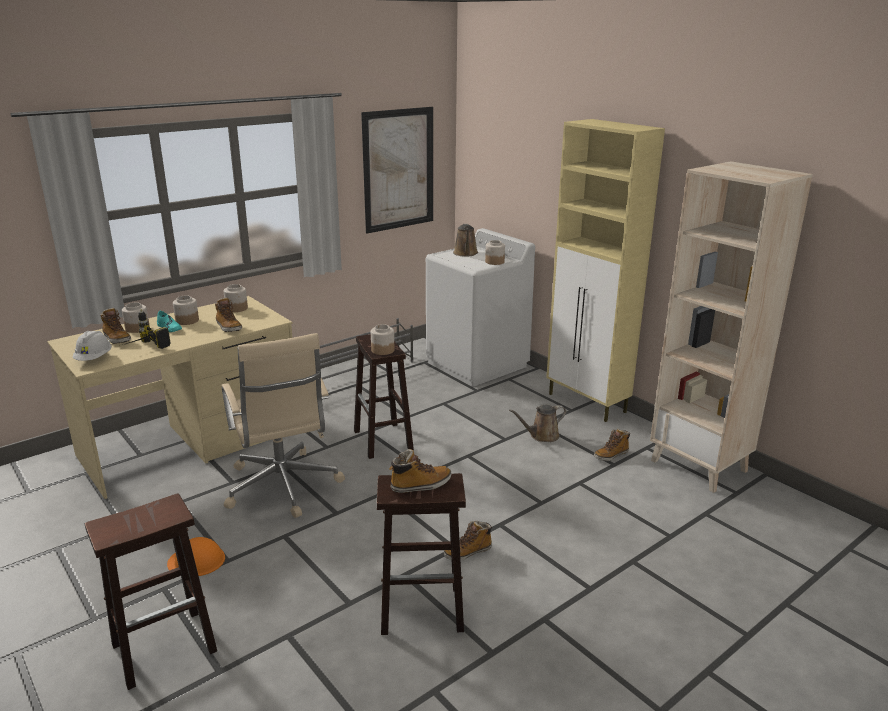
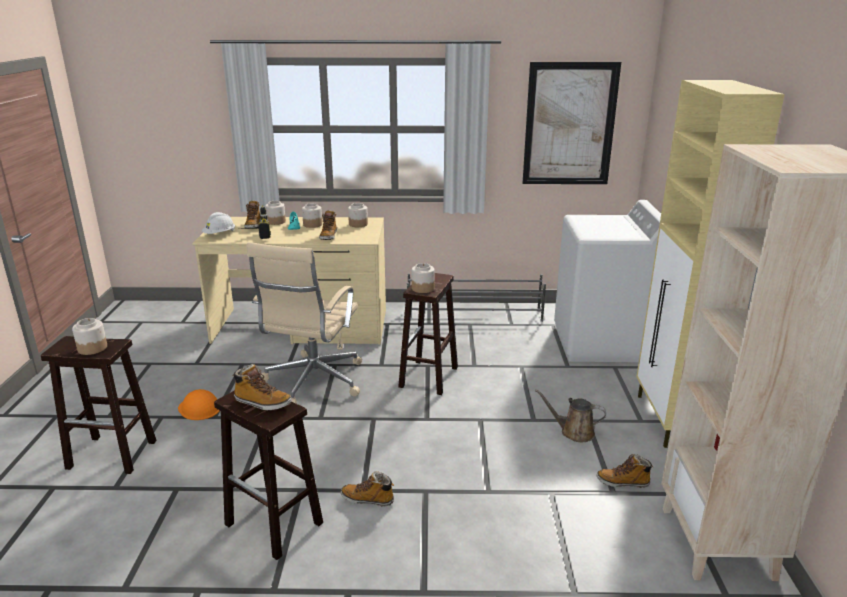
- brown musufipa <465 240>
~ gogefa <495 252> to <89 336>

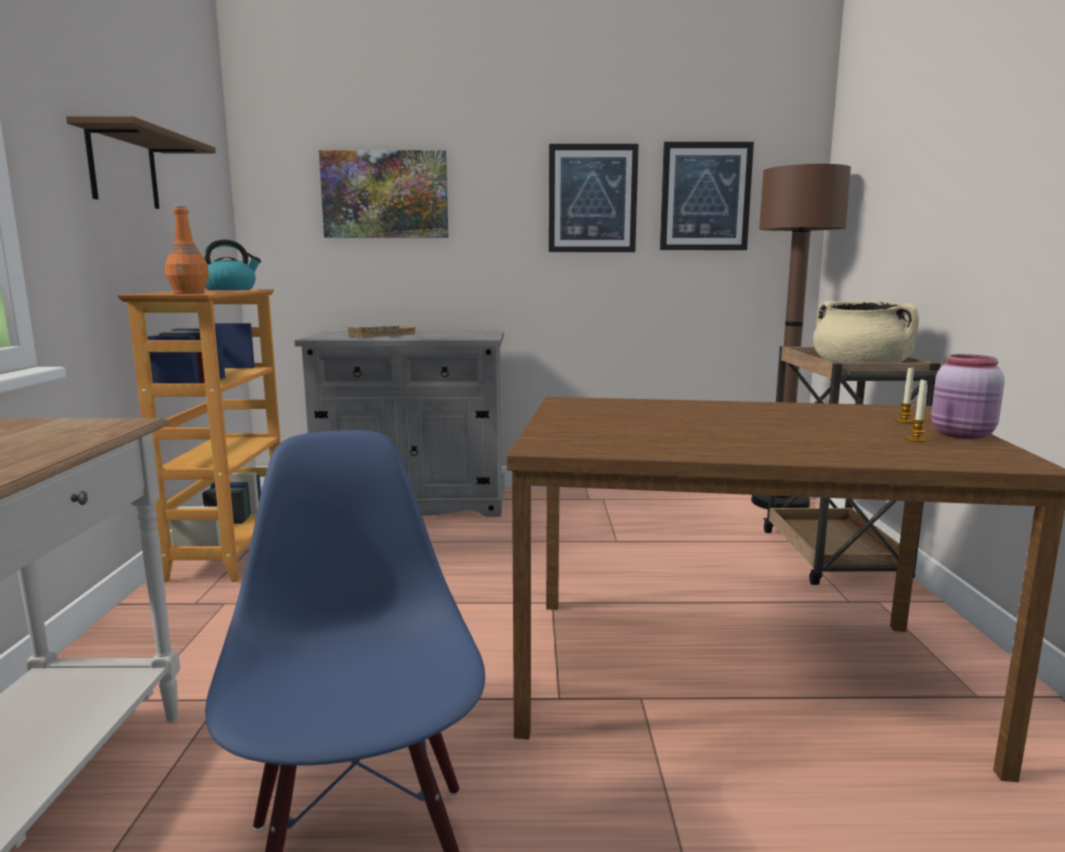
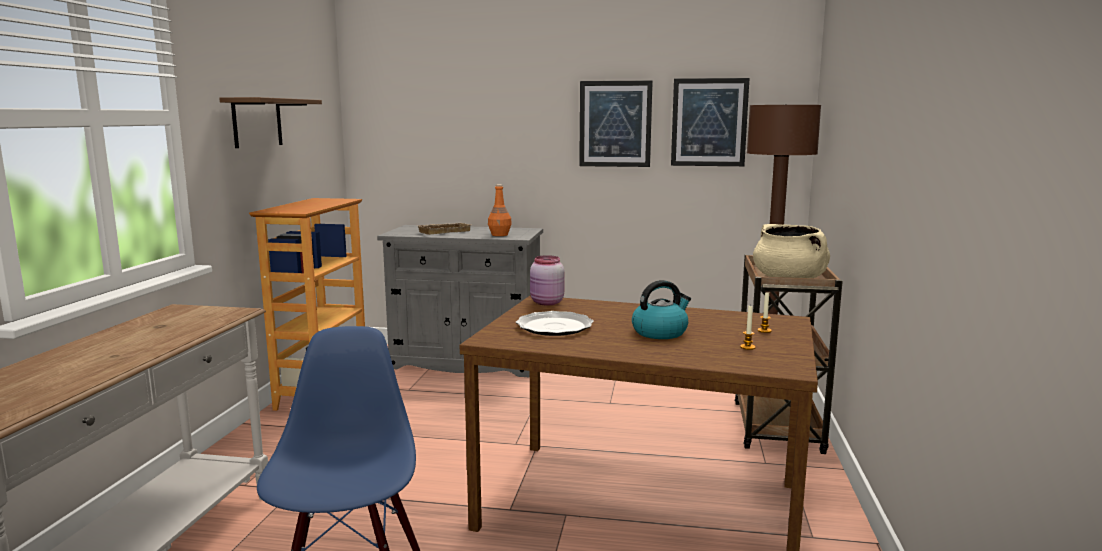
- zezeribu <383 194>
+ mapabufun <555 323>
~ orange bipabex <187 249> to <500 210>
~ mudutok <232 264> to <661 309>
~ pink gogefa <968 396> to <547 280>

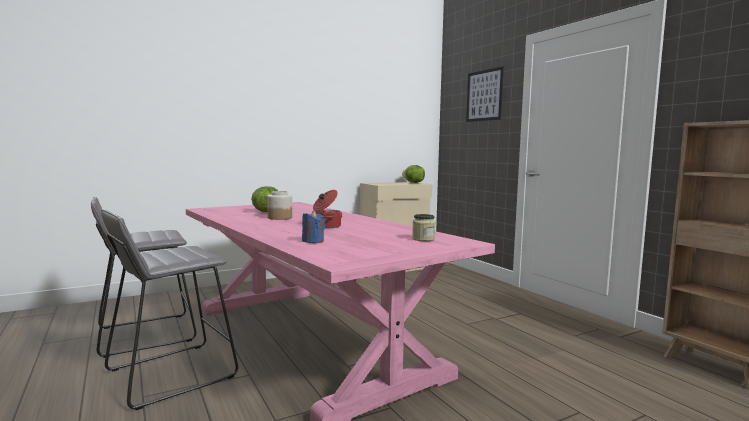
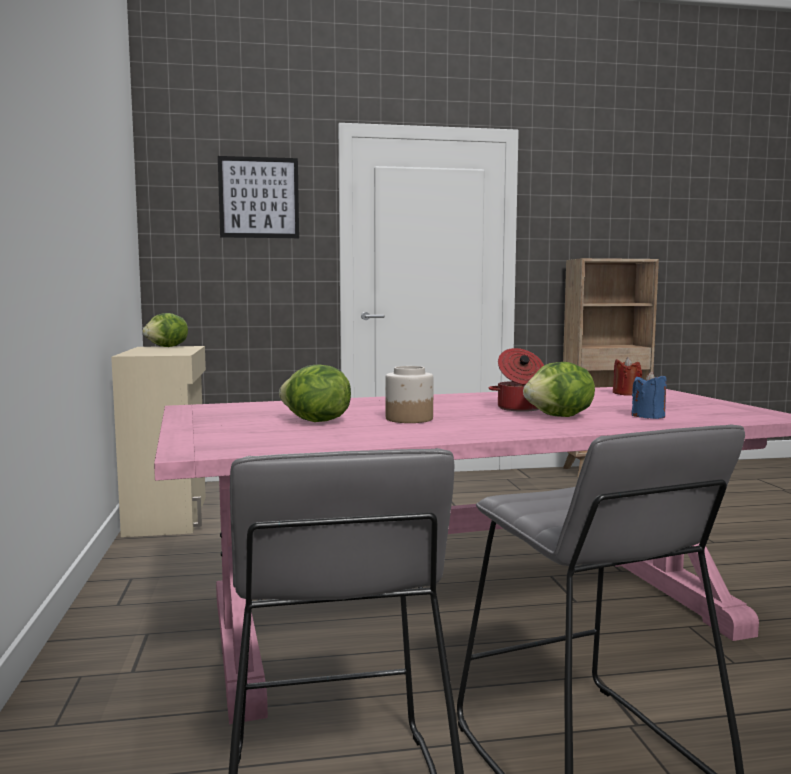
+ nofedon <559 389>
~ gogefa <424 227> to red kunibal <627 376>

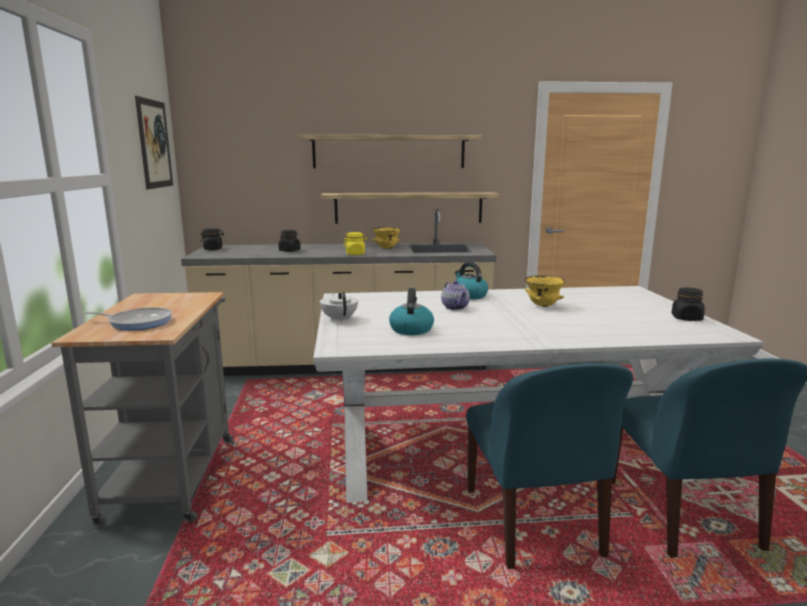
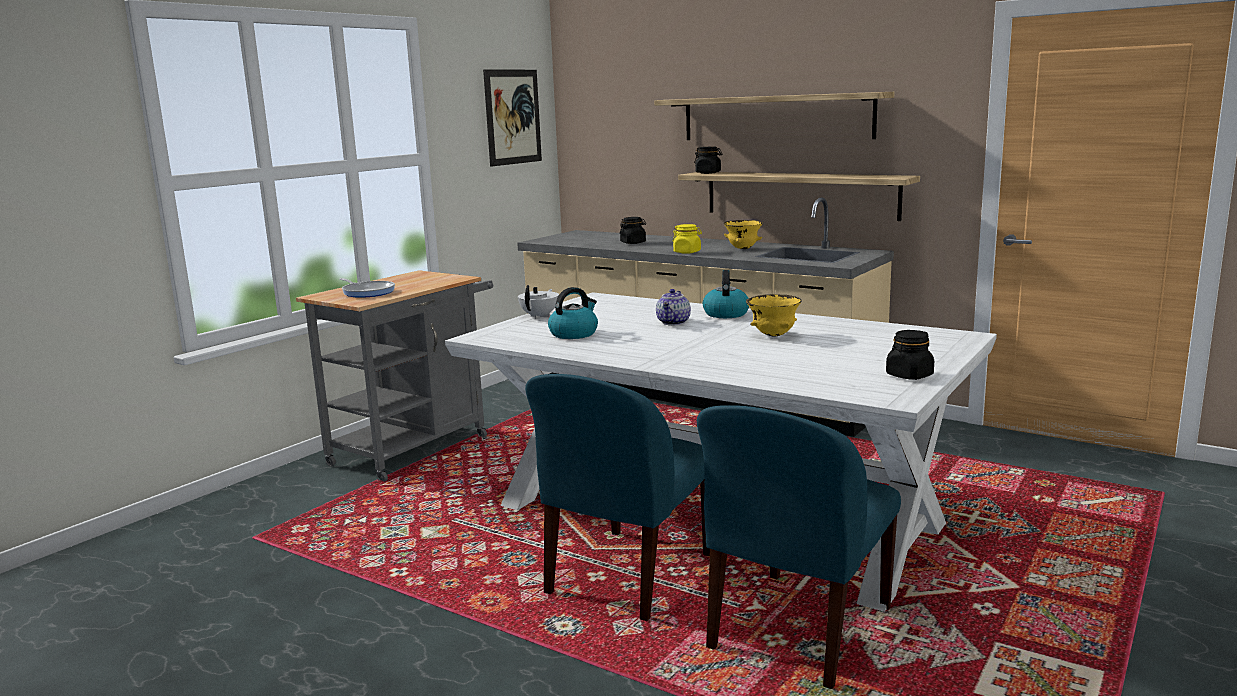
~ black gogefa <212 239> to <708 160>

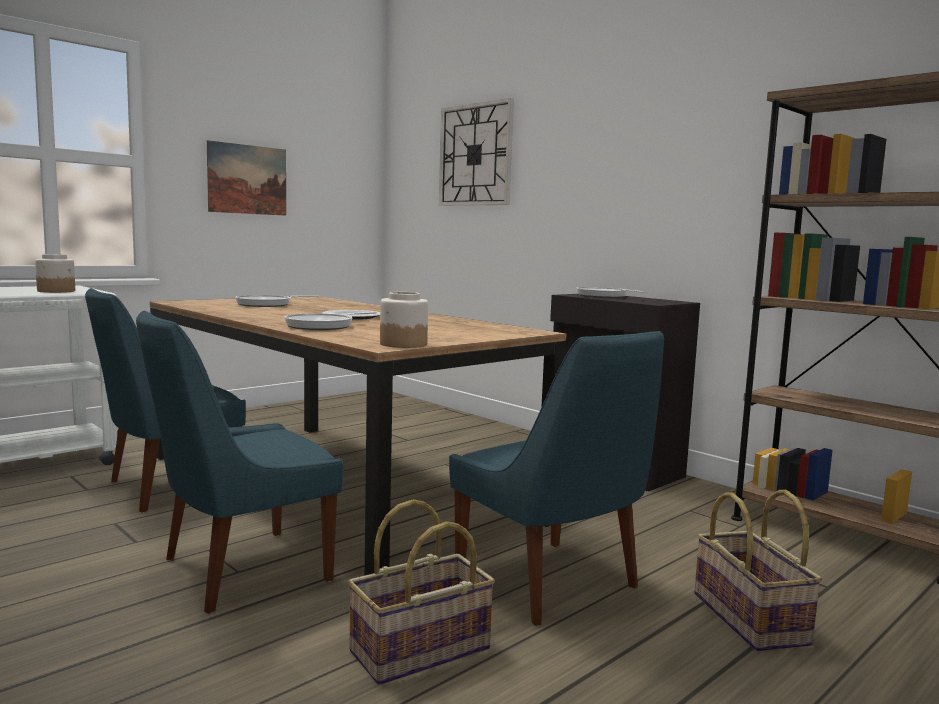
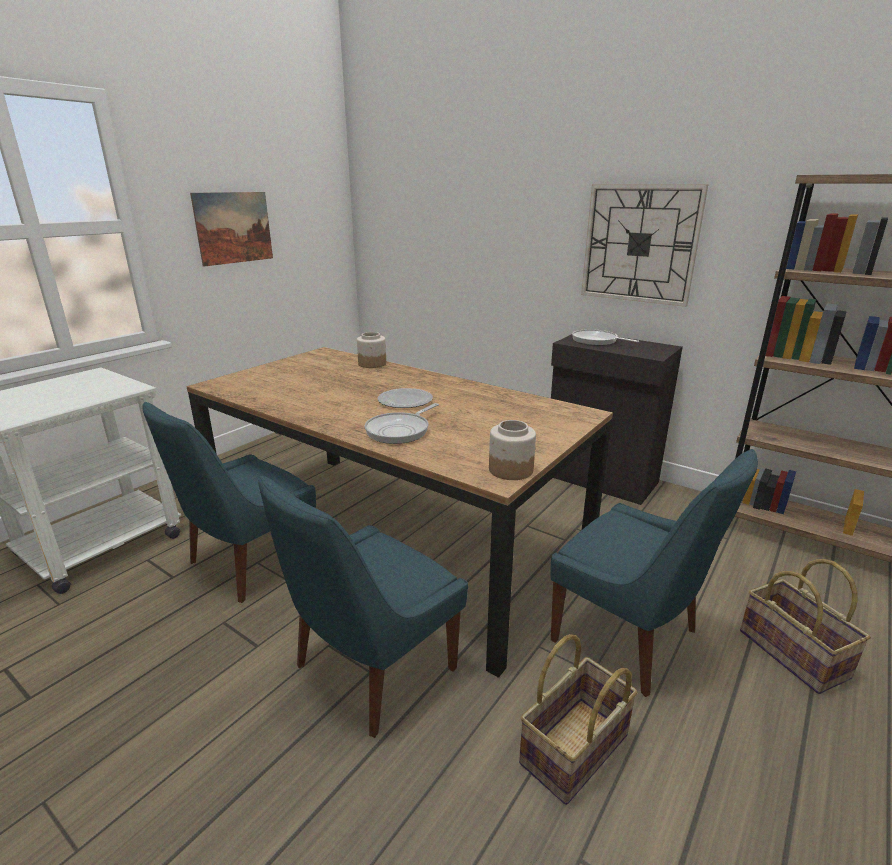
- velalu <277 301>
~ gogefa <55 273> to <371 350>
~ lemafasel <476 152> to <644 246>

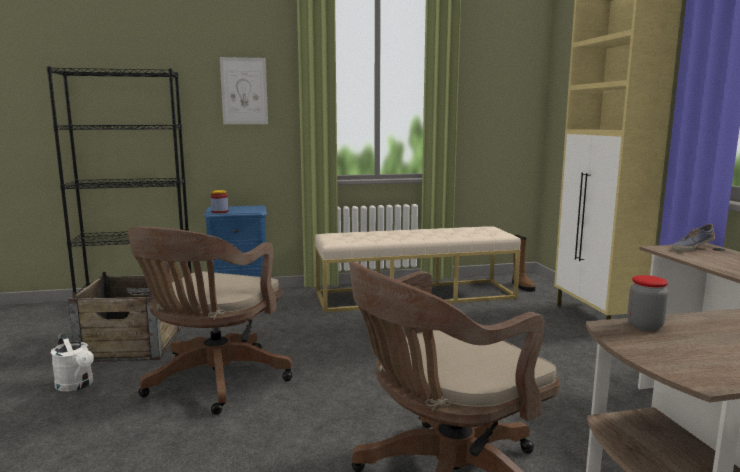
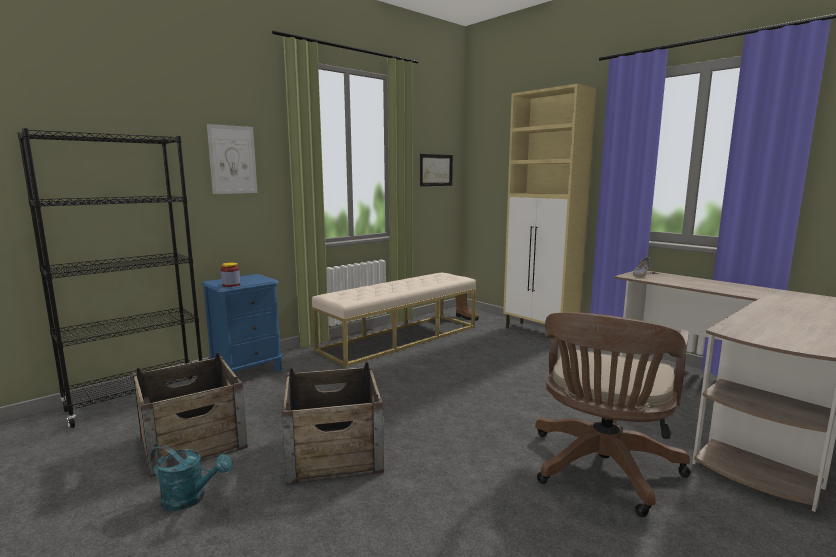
- gogefa <647 303>
+ zezeribu <436 170>
~ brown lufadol <209 321> to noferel <333 423>
~ white musufipa <72 362> to turquoise musufipa <191 478>

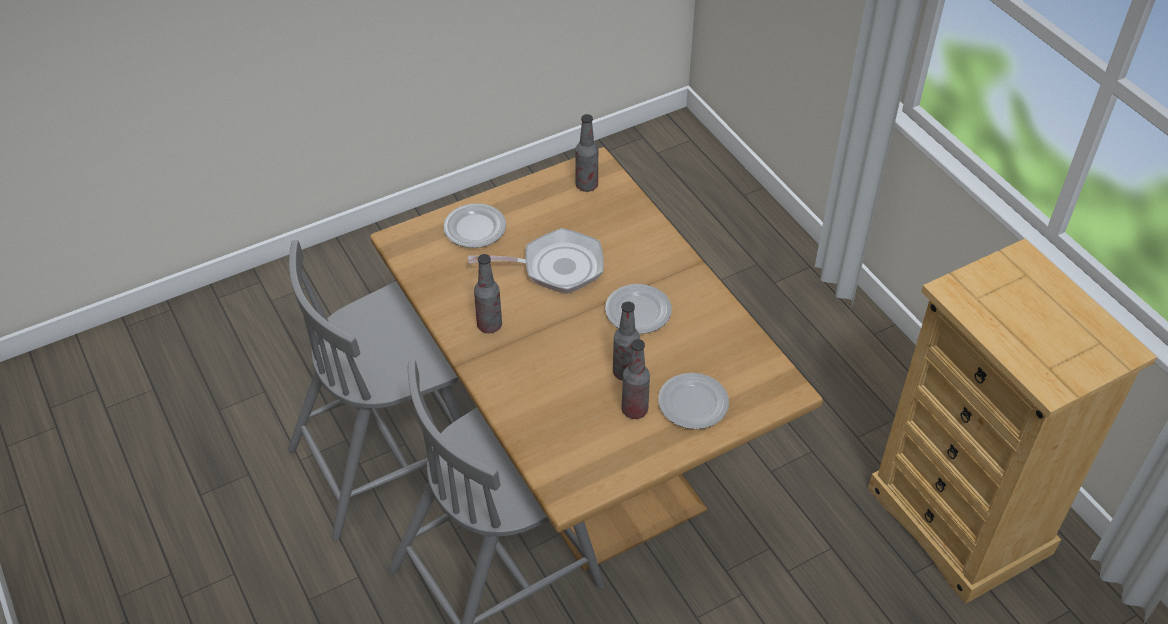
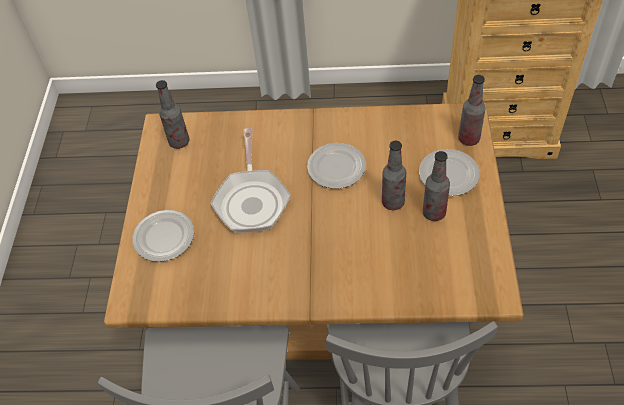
~ bipabex <488 293> to <472 110>
~ velalu <536 261> = <251 180> 150 degrees clockwise

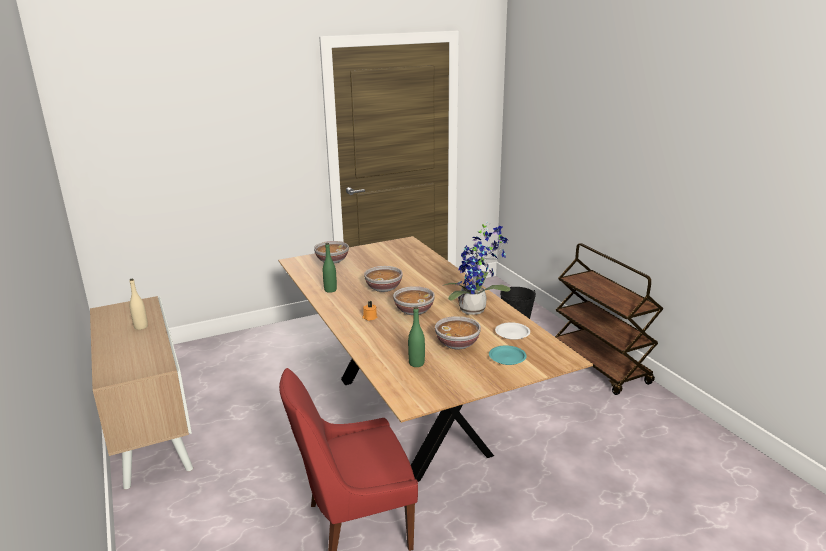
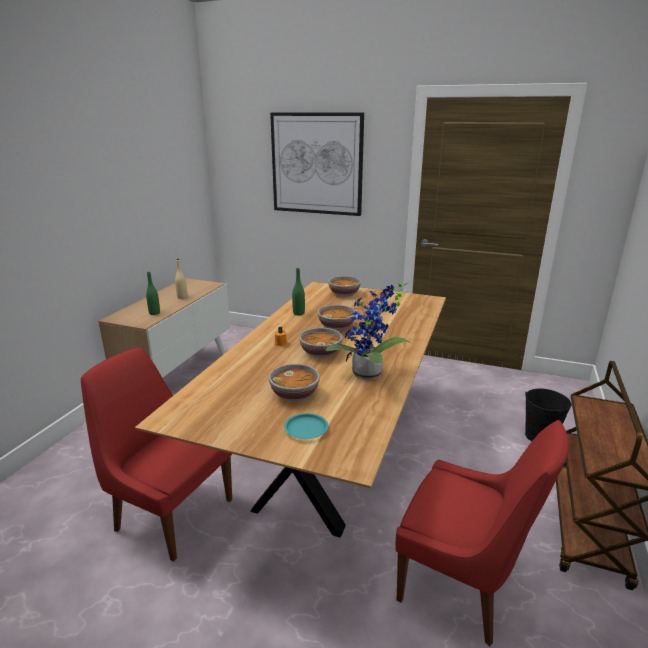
- white mapabufun <512 331>
+ zezeribu <317 164>
+ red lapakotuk <482 533>
~ green bipabex <416 336> to <153 293>

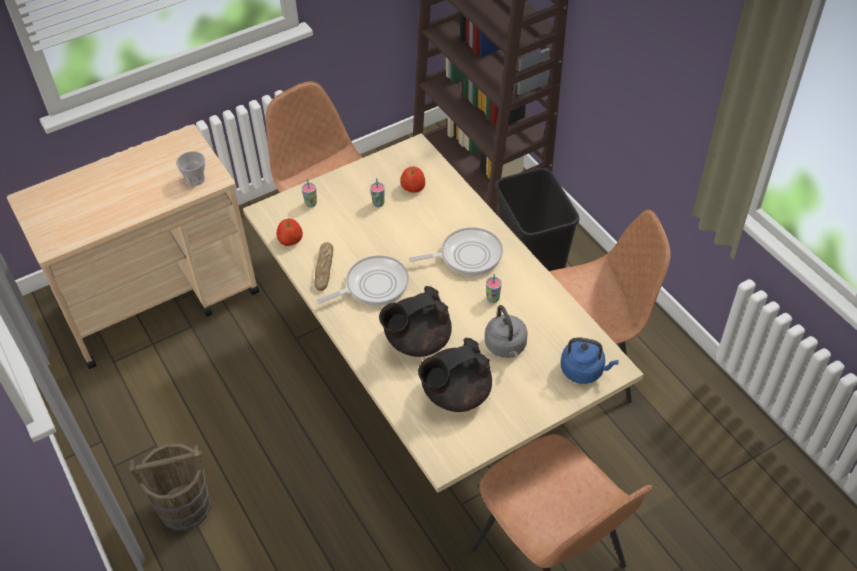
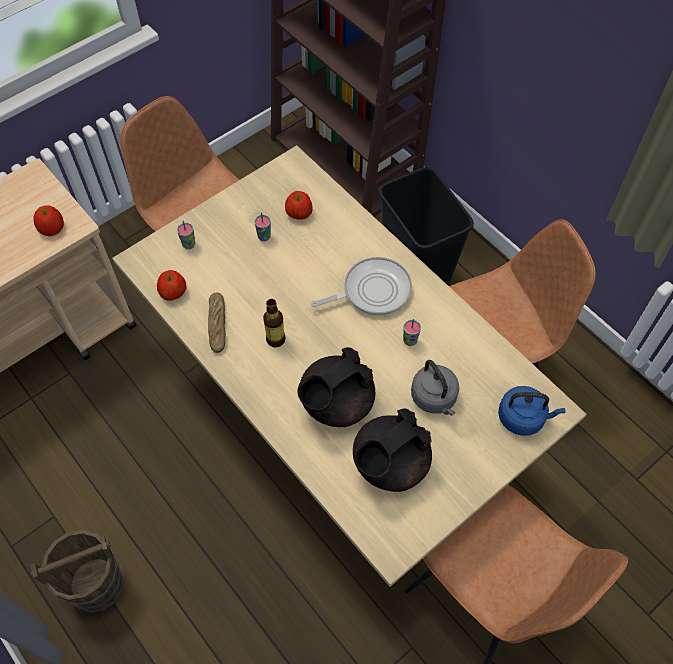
~ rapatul <190 168> to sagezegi <49 220>
~ velalu <363 280> to bipabex <274 323>

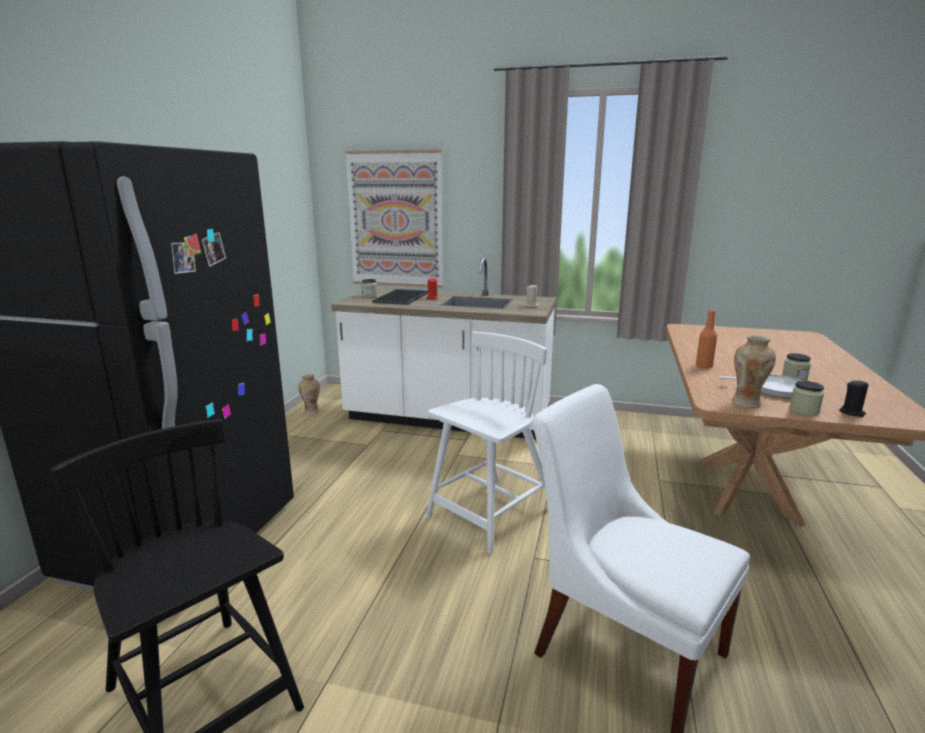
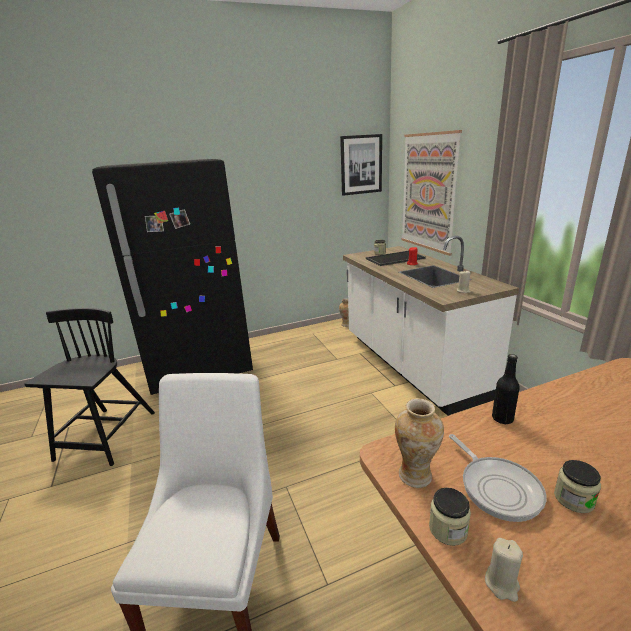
- white lapakotuk <486 442>
+ zezeribu <361 165>
~ orange bipabex <706 339> to black bipabex <506 389>
~ black kunibal <854 398> to beige kunibal <504 570>

